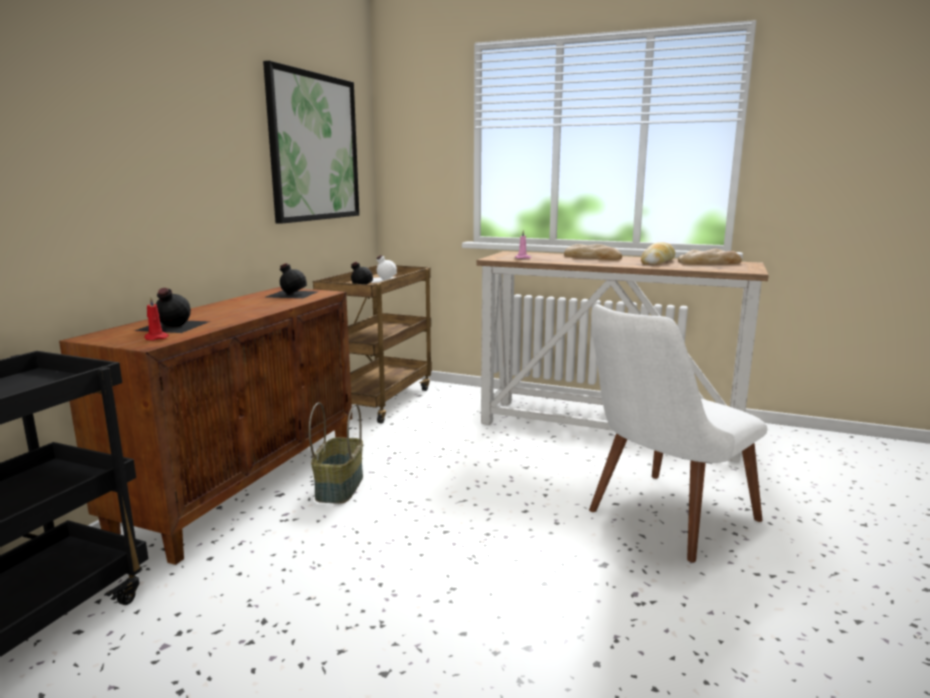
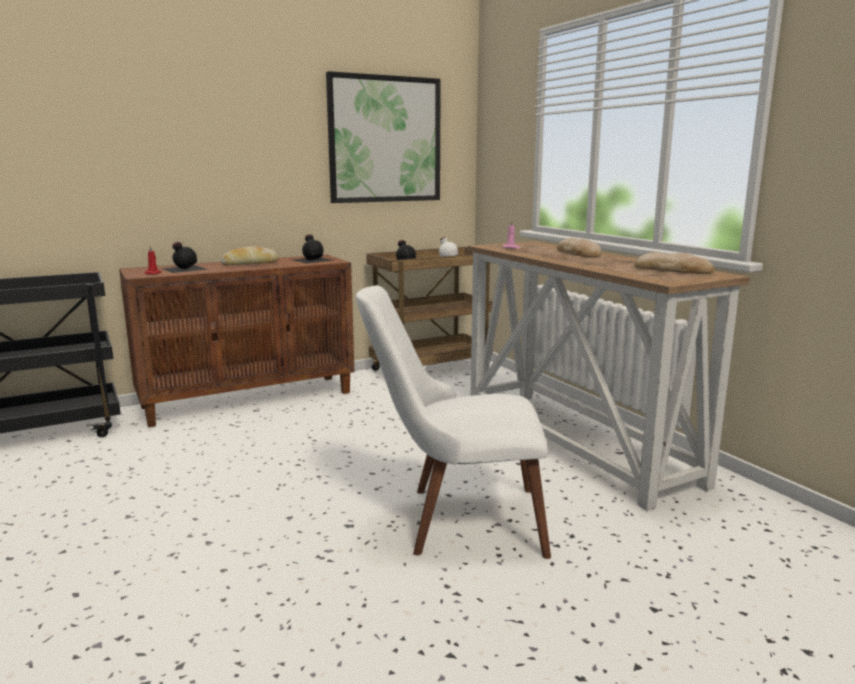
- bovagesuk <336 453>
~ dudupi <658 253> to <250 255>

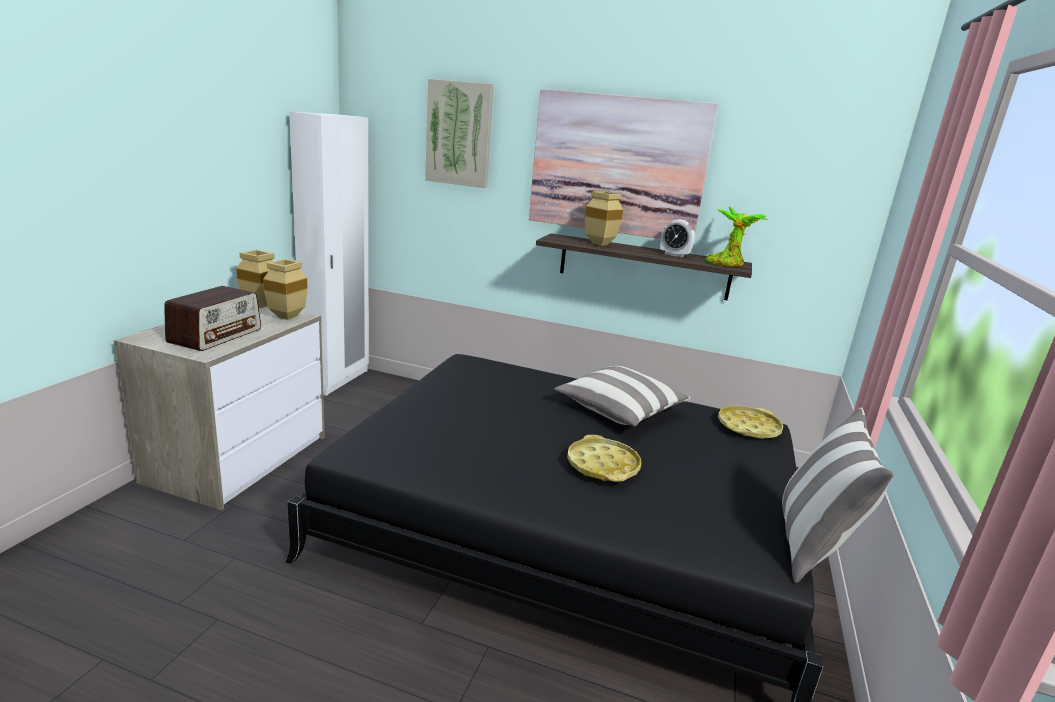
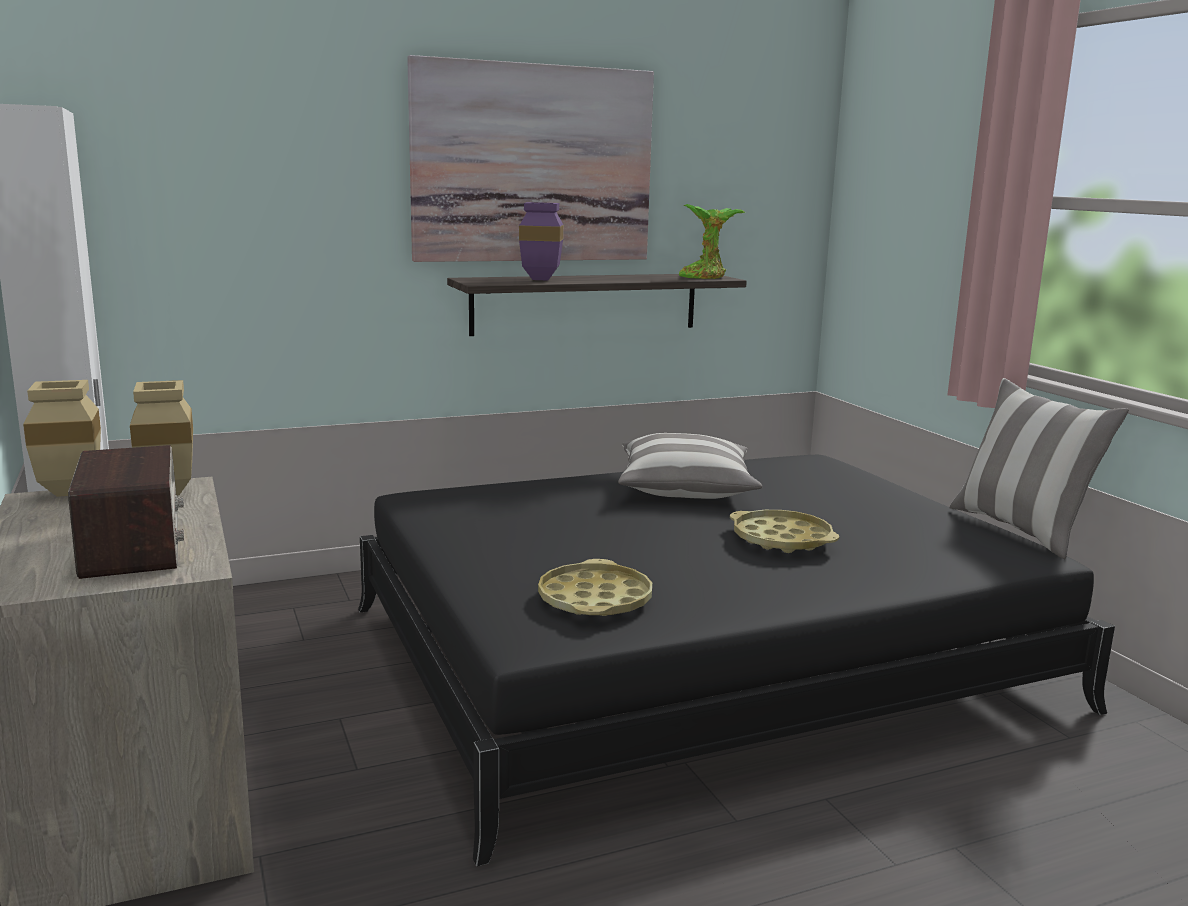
- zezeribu <459 133>
- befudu <677 238>
~ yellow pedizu <750 422> to <595 587>
~ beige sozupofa <604 218> to purple sozupofa <541 241>

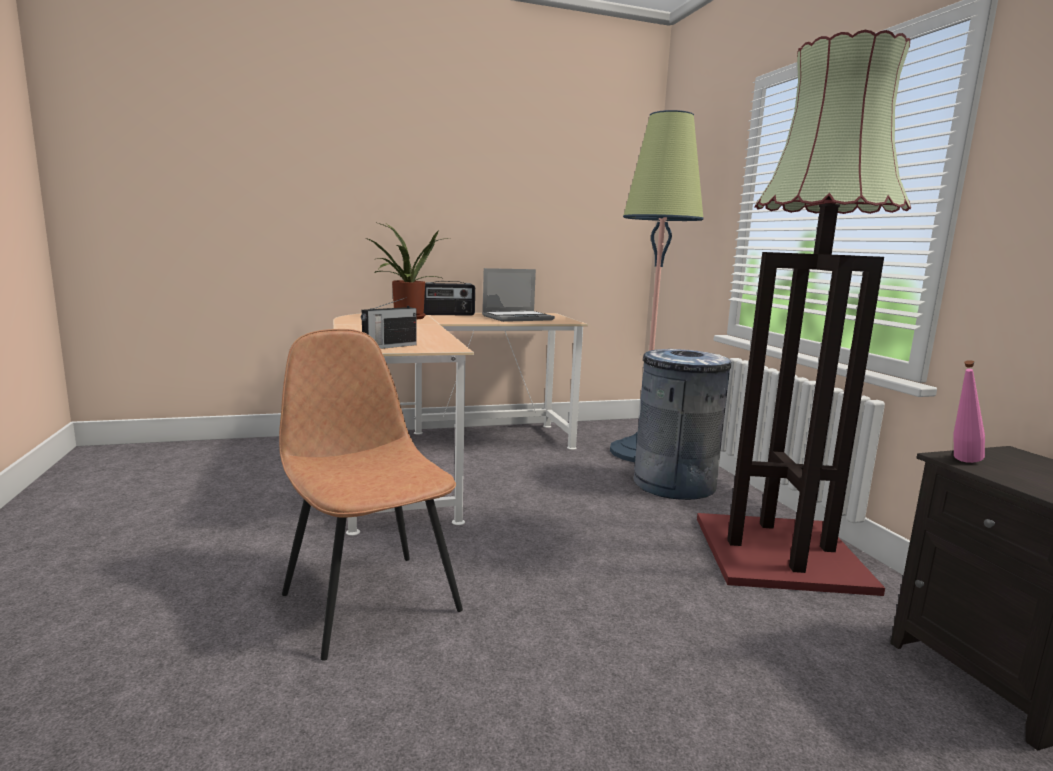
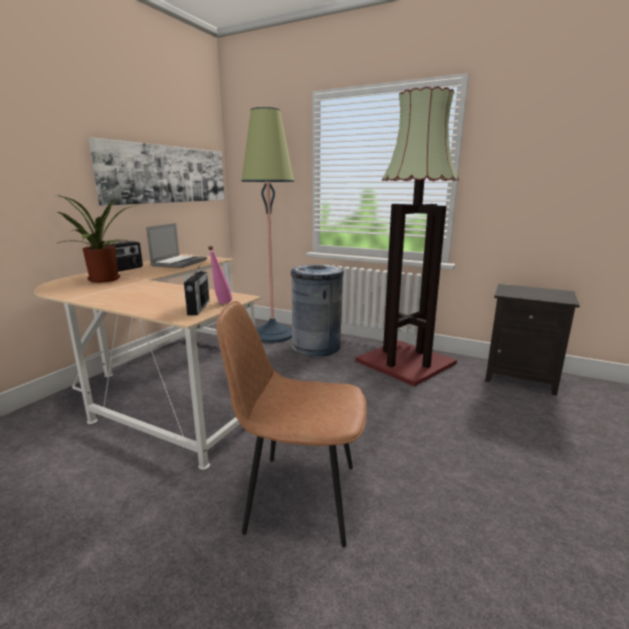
+ zezeribu <156 171>
~ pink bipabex <969 411> to <220 275>

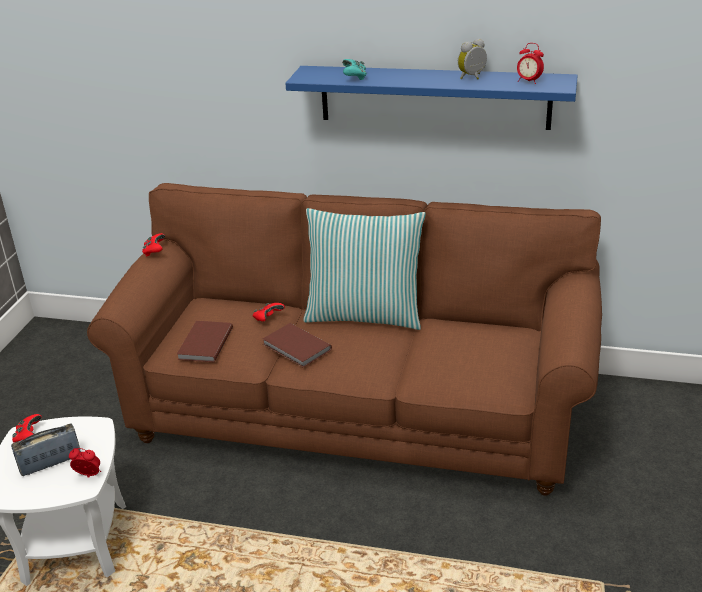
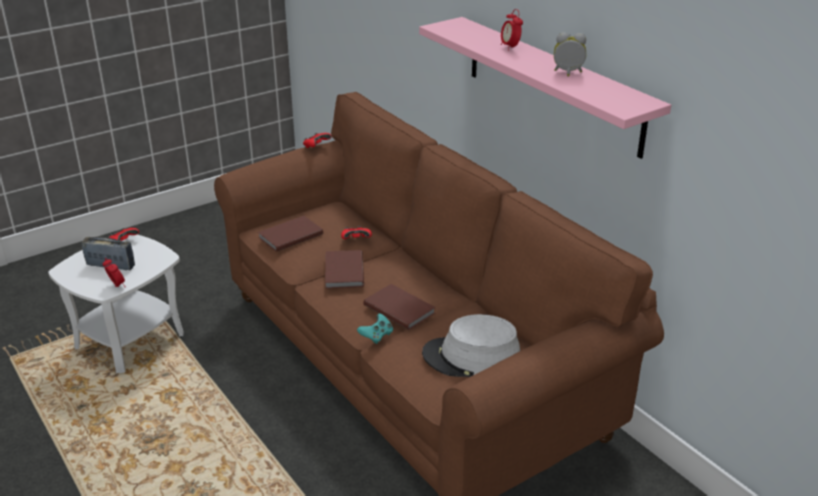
- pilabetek <364 269>
+ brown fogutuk <400 307>
+ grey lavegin <471 345>
~ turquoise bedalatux <354 69> to <375 328>
~ befudu <530 63> to <512 30>
~ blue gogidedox <431 98> to pink gogidedox <545 88>

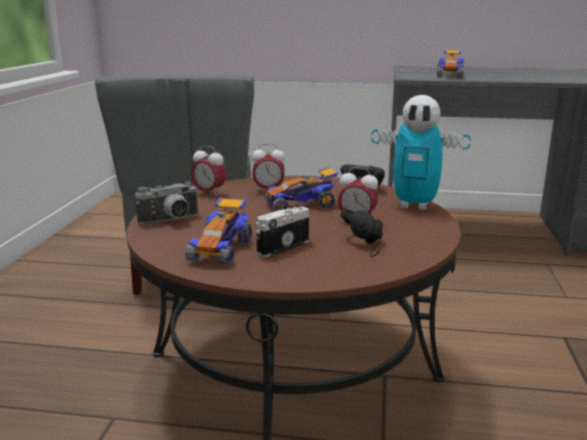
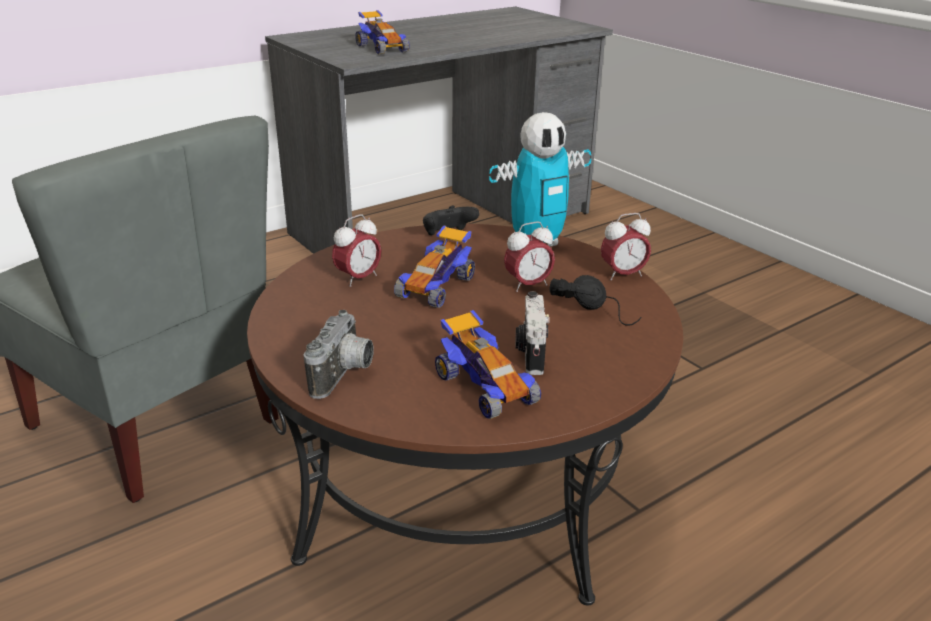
~ befudu <209 171> to <626 246>

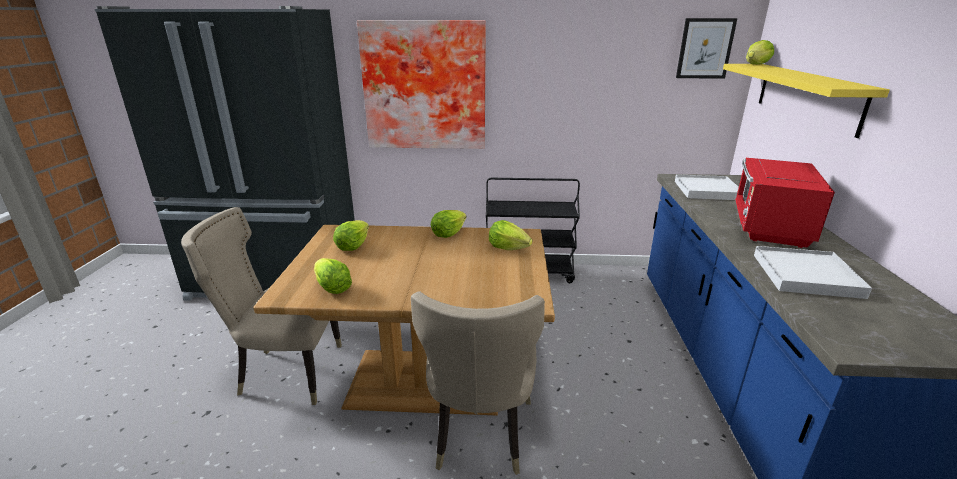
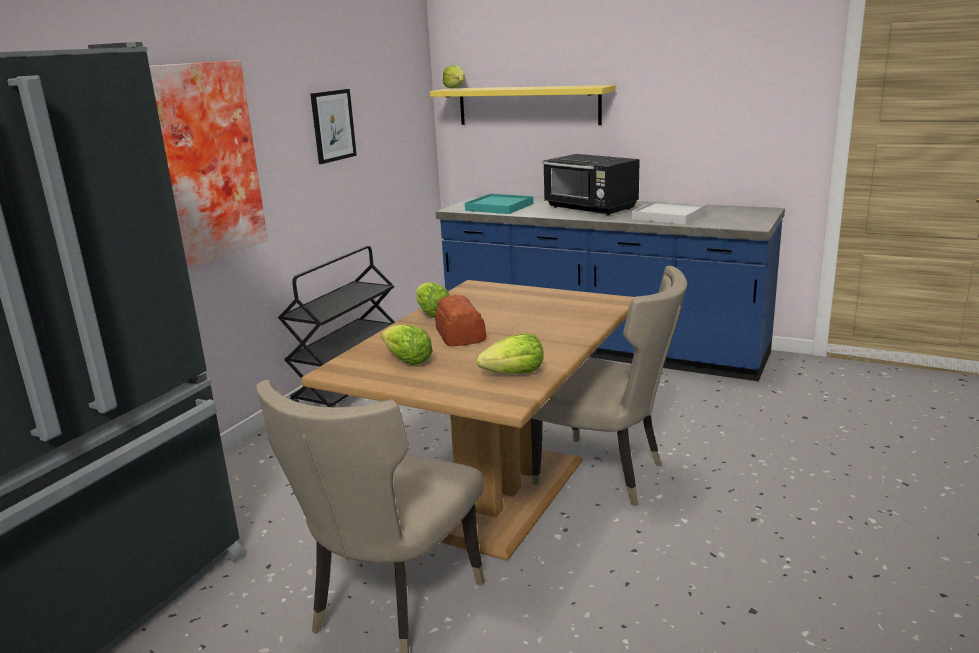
- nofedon <510 235>
+ dudupi <460 321>
~ zezeribu <706 48> to <333 126>
~ white pedizu <707 187> to turquoise pedizu <499 204>
~ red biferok <785 203> to black biferok <591 185>

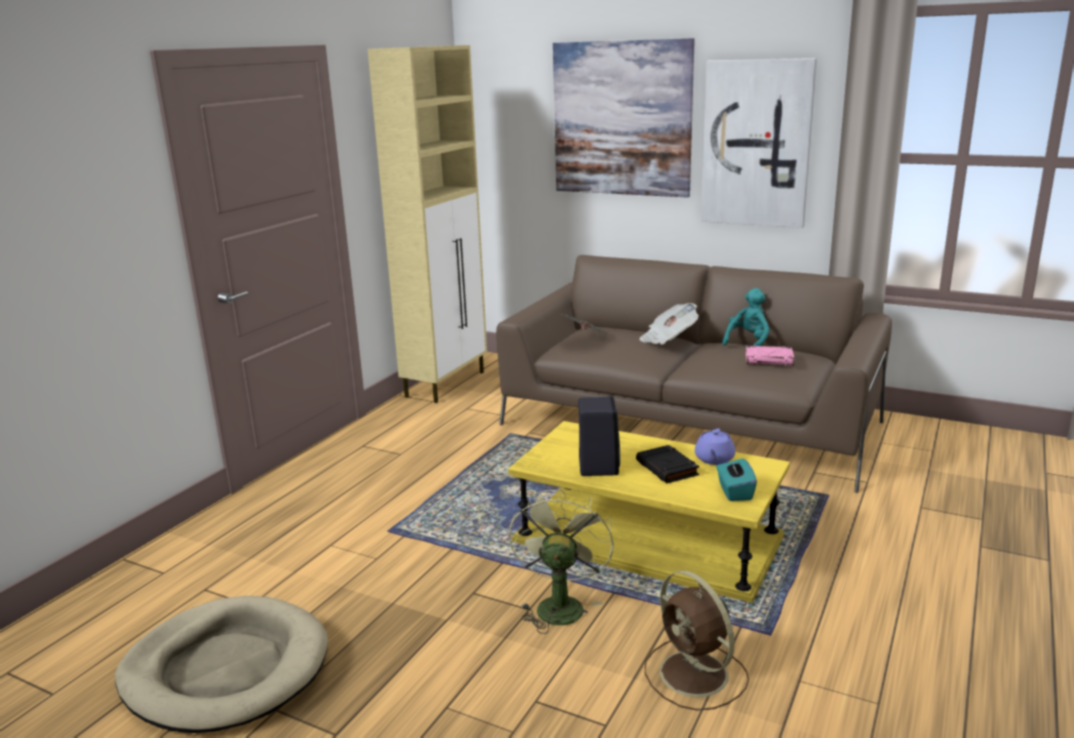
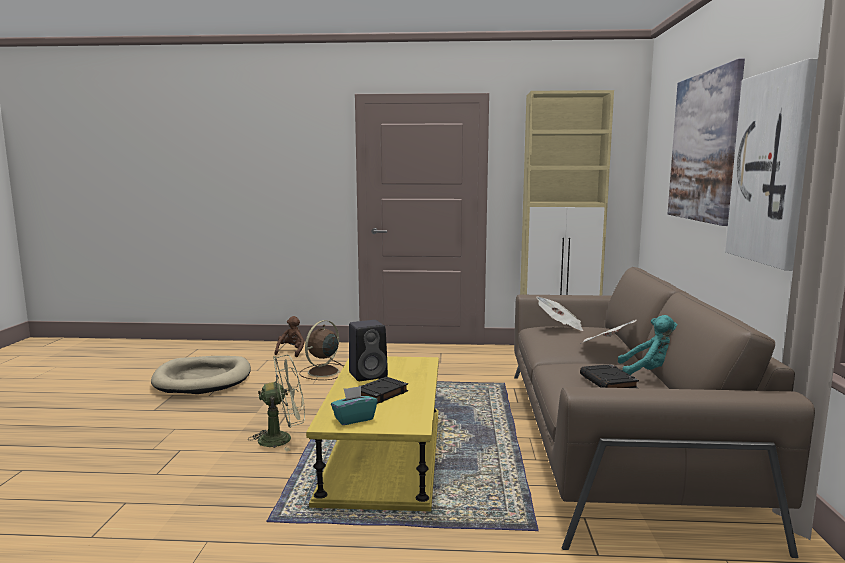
- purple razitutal <715 446>
+ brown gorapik <289 336>
~ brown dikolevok <697 640> to <321 350>
~ pink fogutuk <770 355> to black fogutuk <609 376>

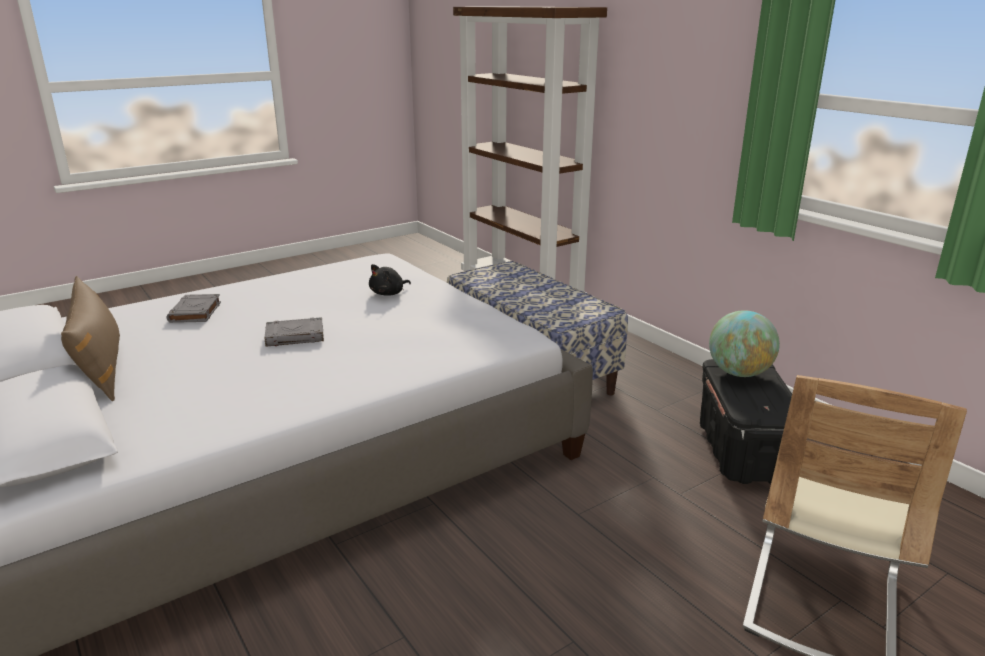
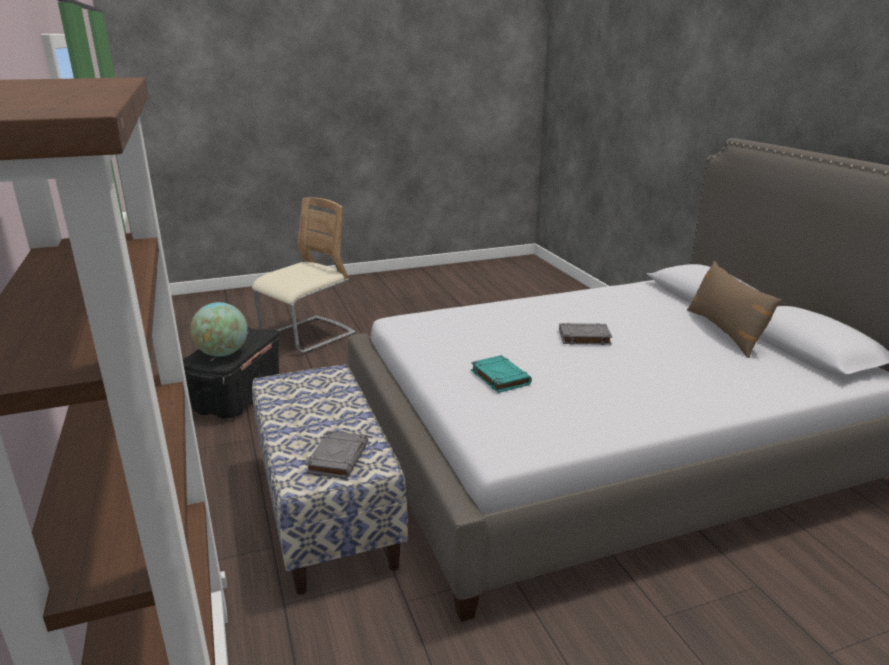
~ grey fogutuk <194 308> to <336 455>
~ black gorapik <390 280> to turquoise fogutuk <501 374>

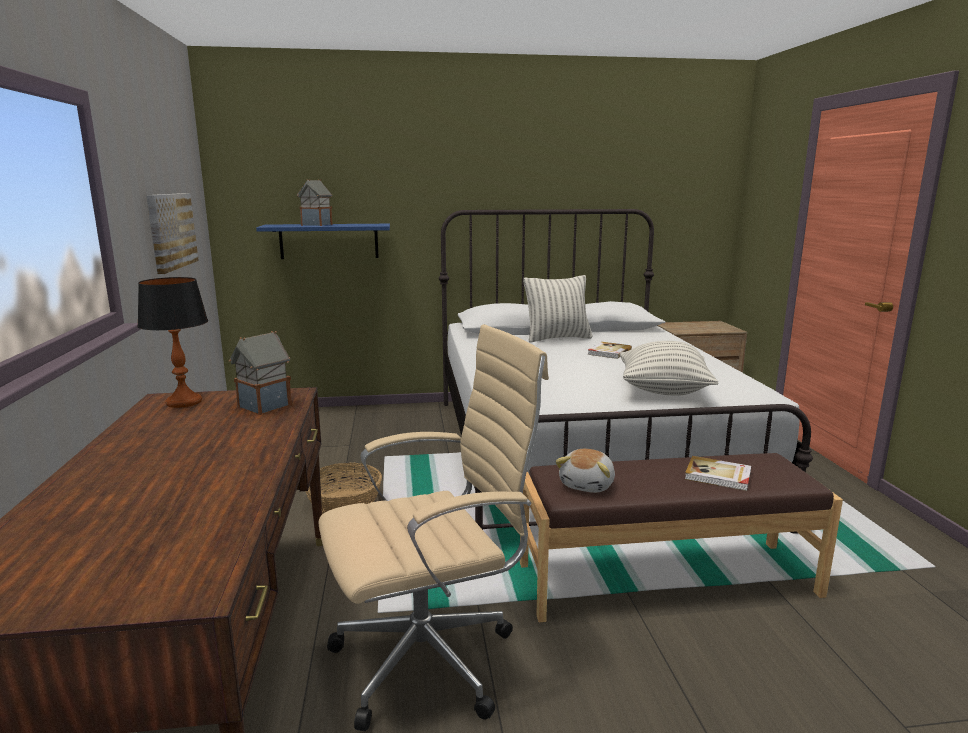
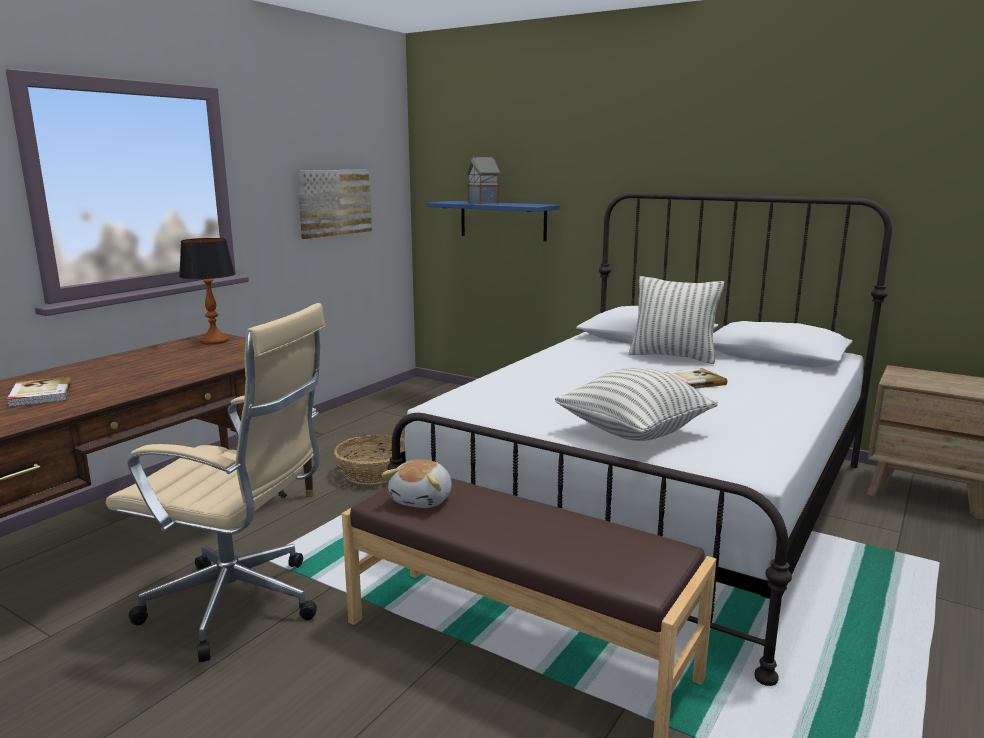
- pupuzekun <260 373>
~ fogutuk <718 473> to <39 392>
~ gorapik <585 471> = <417 483> 45 degrees counterclockwise

